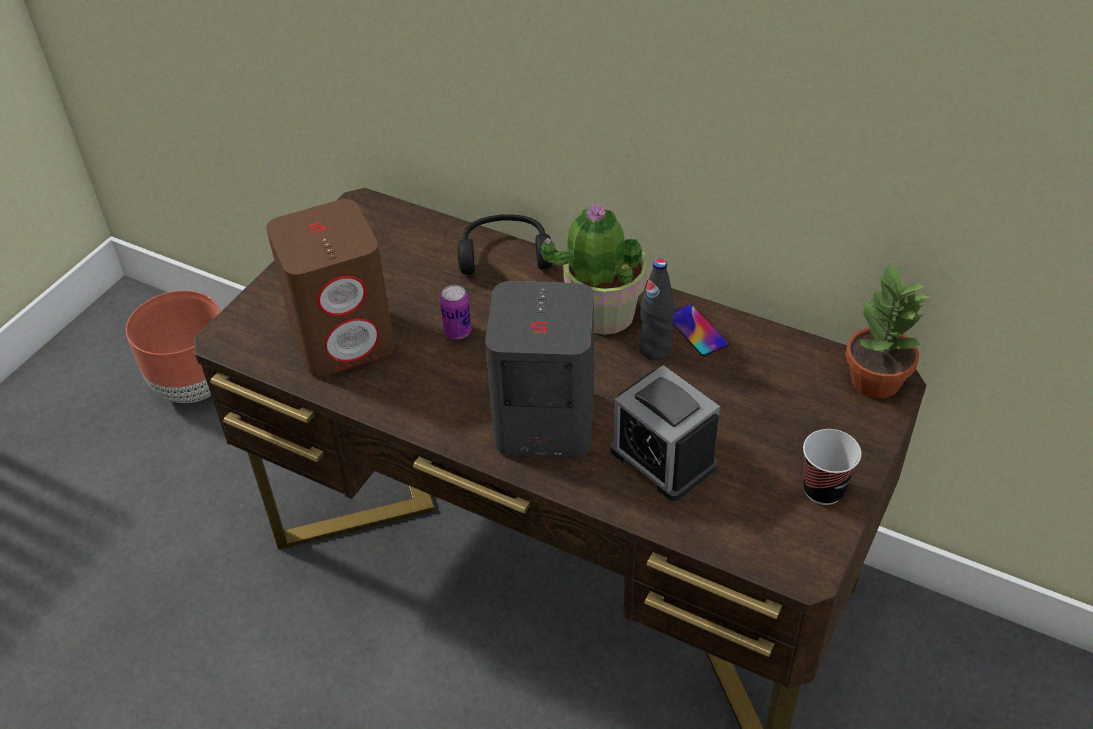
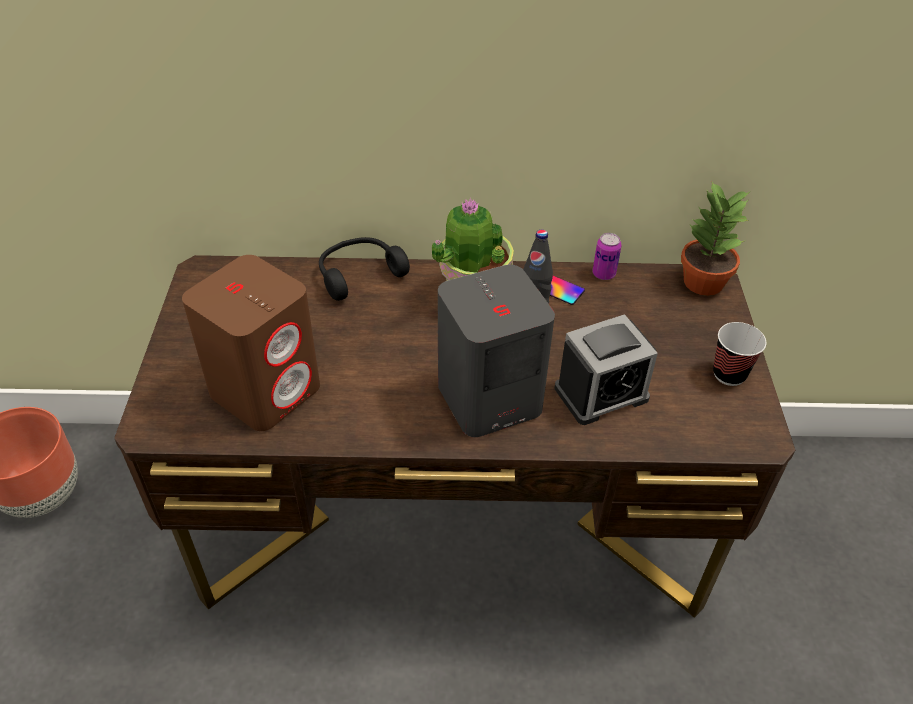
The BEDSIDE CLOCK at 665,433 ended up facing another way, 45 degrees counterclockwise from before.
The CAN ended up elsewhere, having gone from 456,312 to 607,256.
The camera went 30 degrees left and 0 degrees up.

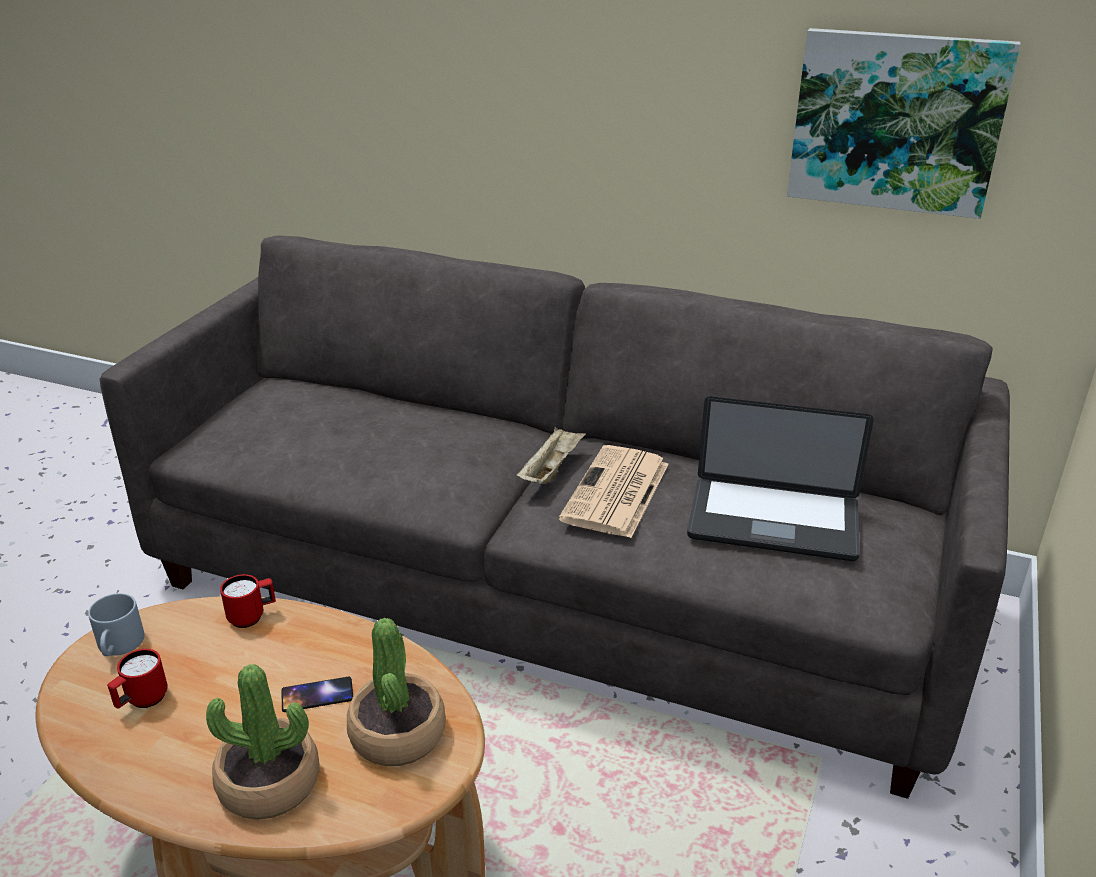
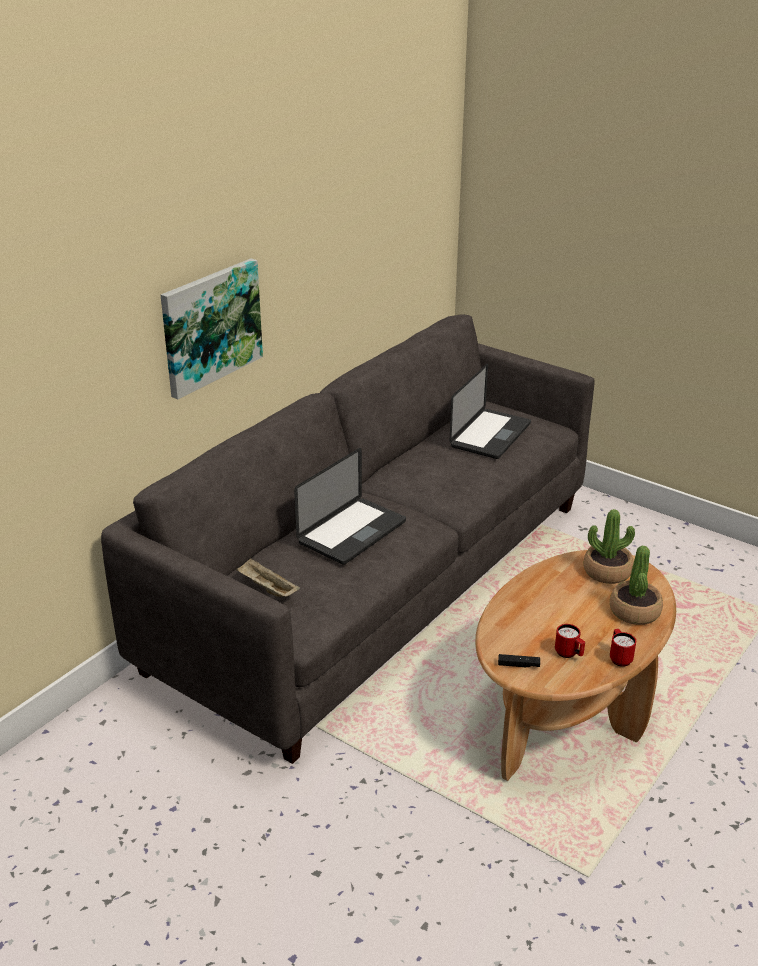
The WALL PICTURE ended up elsewhere, having gone from 903,123 to 212,328.
The BEIGE TRAY ended up elsewhere, having gone from 551,455 to 268,577.
The second view gained the LAPTOP at 350,506.
Where the GRAY TEA MUG stood at 116,624, the BLACK GAMEPAD came to stand at 519,660.
The RED TEA MUG ended up elsewhere, having gone from 248,601 to 623,648.
The second view lost the HANDSET at 317,694.
The second view lost the PRINTED PAPER at 613,491.
The camera went 75 degrees left and 0 degrees up.

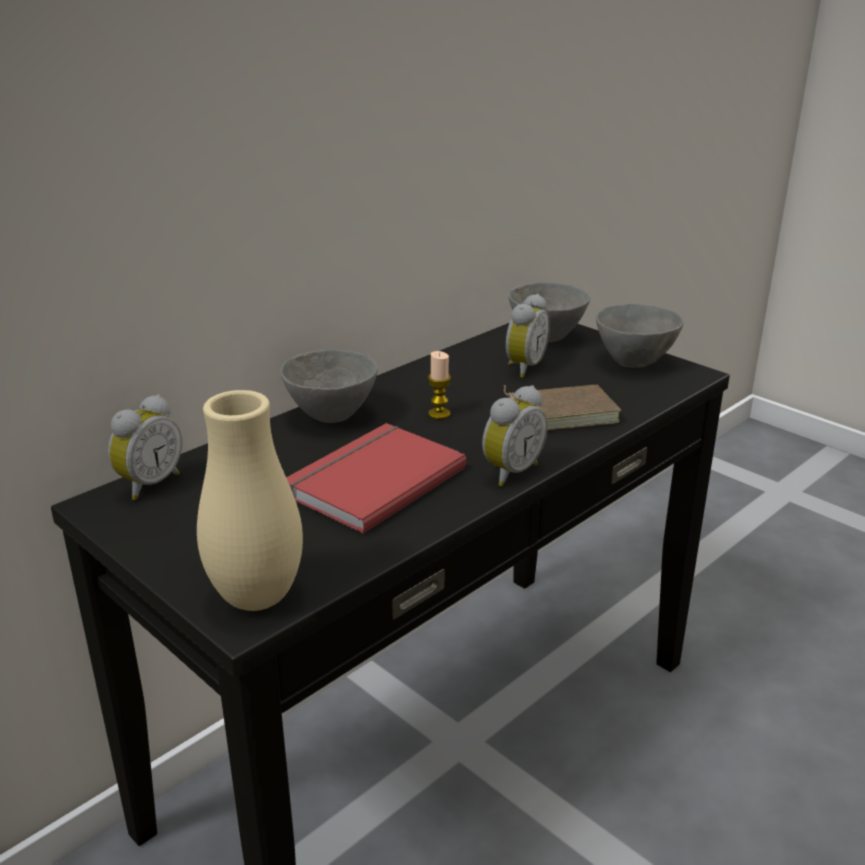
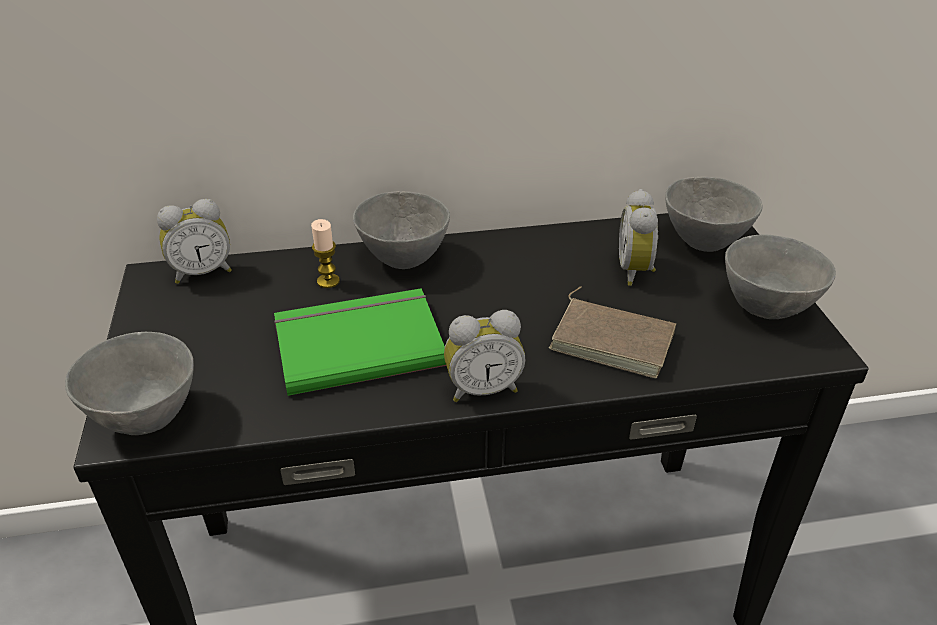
Where the BEIGE DECORATIVE VASE stood at 250,500, the GRAY BOWL came to stand at 129,383.
What was the RED BOOK at 376,478 turned into the GREEN BOOK at 360,342.
The WAX CANDLE ended up elsewhere, having gone from 439,385 to 325,253.
The BEDSIDE CLOCK at 528,336 ended up facing another way, 120 degrees clockwise from before.
The camera went 35 degrees right and 10 degrees up.

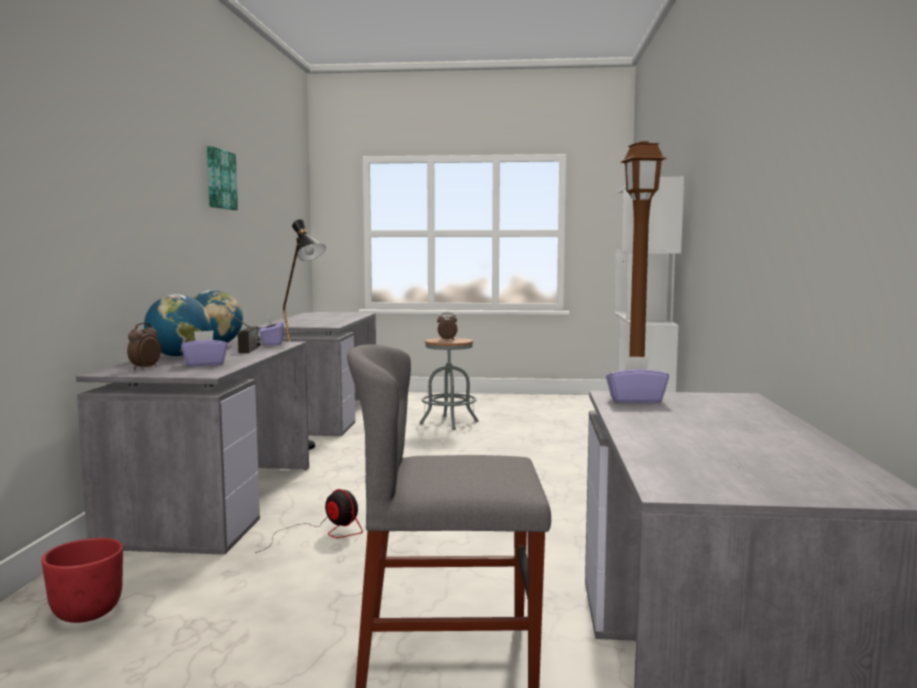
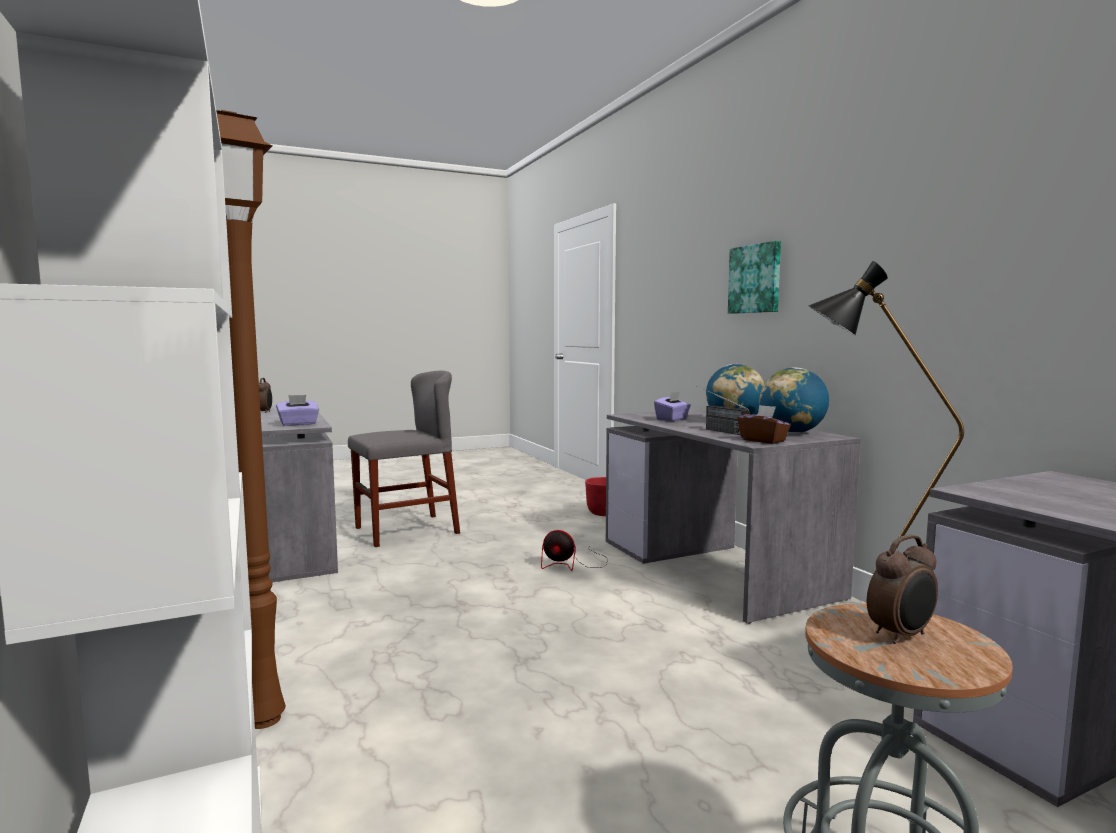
The BEDSIDE CLOCK ended up elsewhere, having gone from 144,346 to 265,395.
The WALL PICTURE ended up elsewhere, having gone from 222,178 to 754,277.
What was the PURPLE BOX OF TISSUES at 272,331 turned into the BROWN-COLOURED BOX OF TISSUES at 764,424.
The camera went 150 degrees right and 0 degrees up.

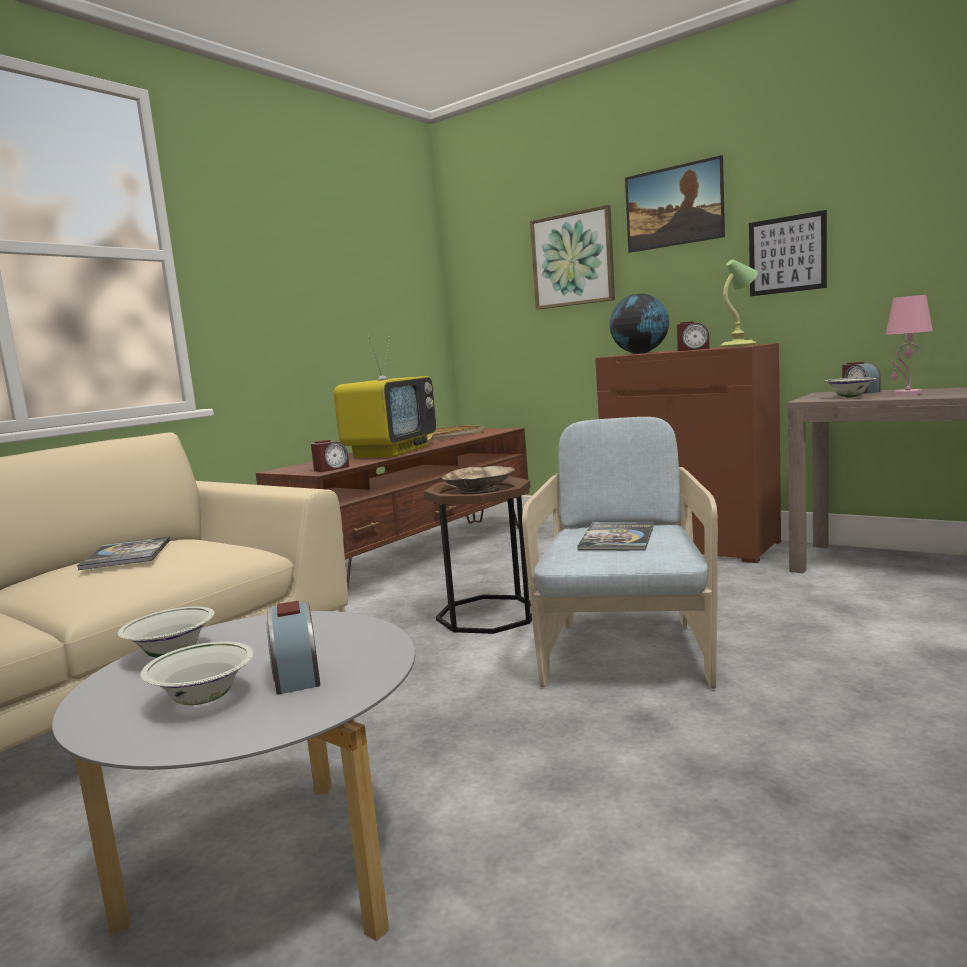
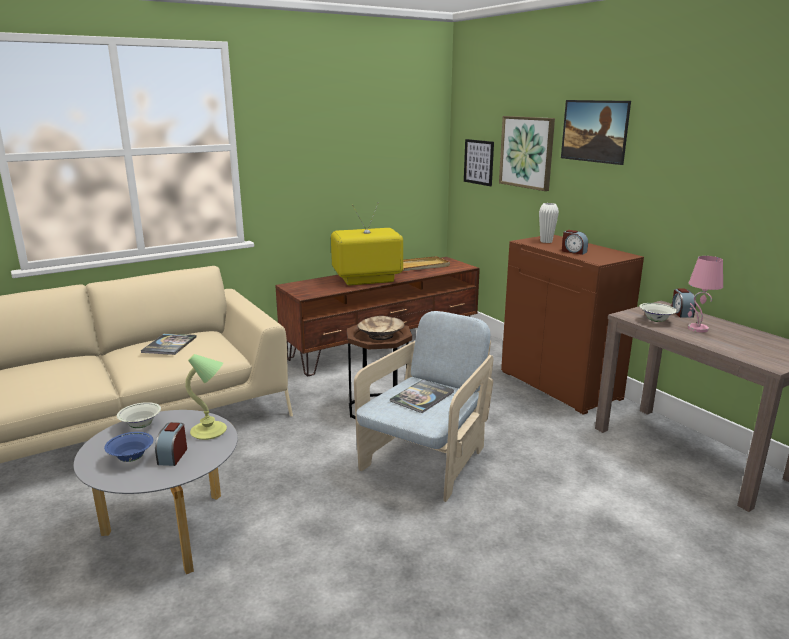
What was the WHITE BOWL at 196,673 turned into the BLUISH BOWL at 129,447.
The TABLETOP LAMP ended up elsewhere, having gone from 739,303 to 206,397.
The TV at 385,397 ended up facing another way, 150 degrees counterclockwise from before.
The WALL PICTURE ended up elsewhere, having gone from 788,253 to 479,162.
Where the GLOBE stood at 639,323, the WHITE DECORATIVE VASE came to stand at 549,223.
The second view lost the BEDSIDE CLOCK at 330,456.
The camera went 20 degrees right and 10 degrees up.

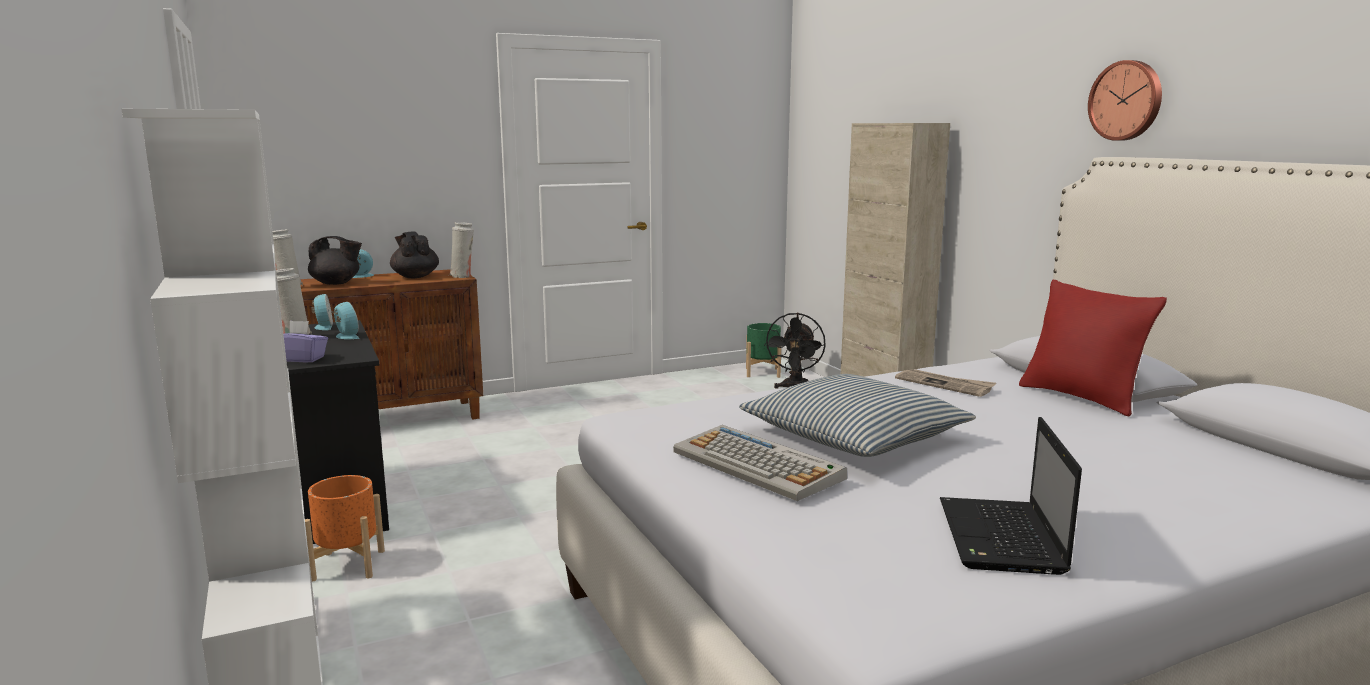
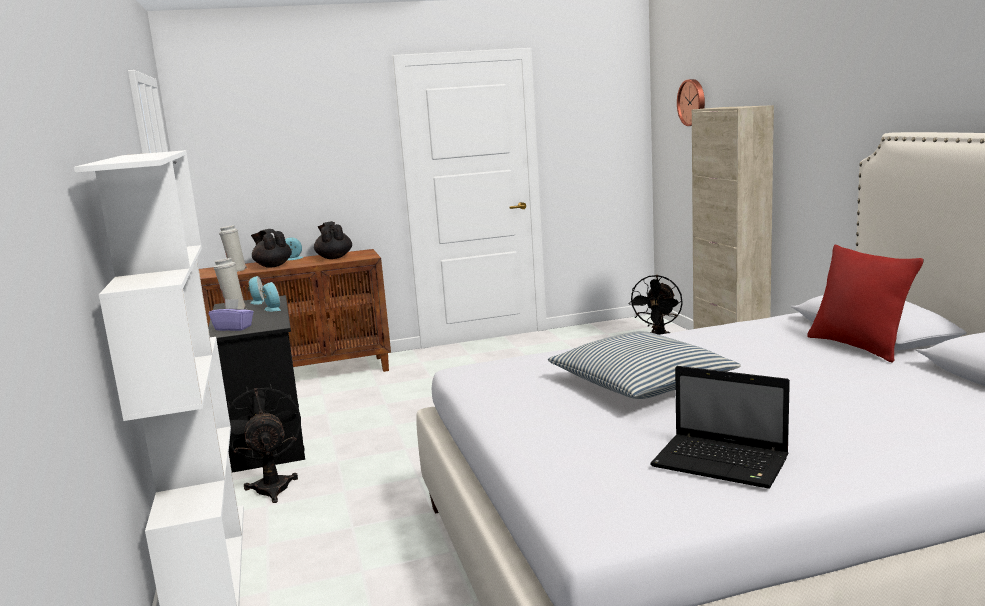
Where the ORANGEY PLANT POT stood at 345,528, the BLACK ELECTRIC FAN came to stand at 264,443.
The BLACK TEAPOT at 335,260 ended up facing another way, 150 degrees counterclockwise from before.
The LAPTOP at 1011,496 ended up facing another way, 75 degrees counterclockwise from before.
The CLOCK ON THE WALL ended up elsewhere, having gone from 1125,100 to 691,102.
The second view lost the WHITE DECORATIVE VASE at 461,250.
The second view lost the KEYBOARD at 760,463.
The second view lost the GREEN PLANT POT at 763,350.
The second view lost the PRINTED PAPER at 945,383.
The camera went 10 degrees right and 0 degrees up.

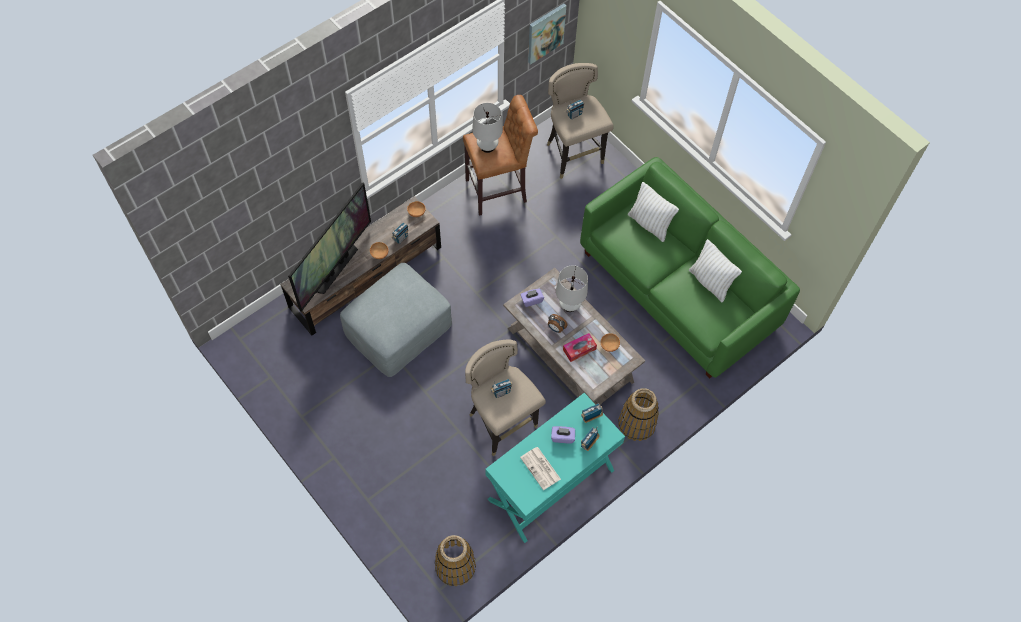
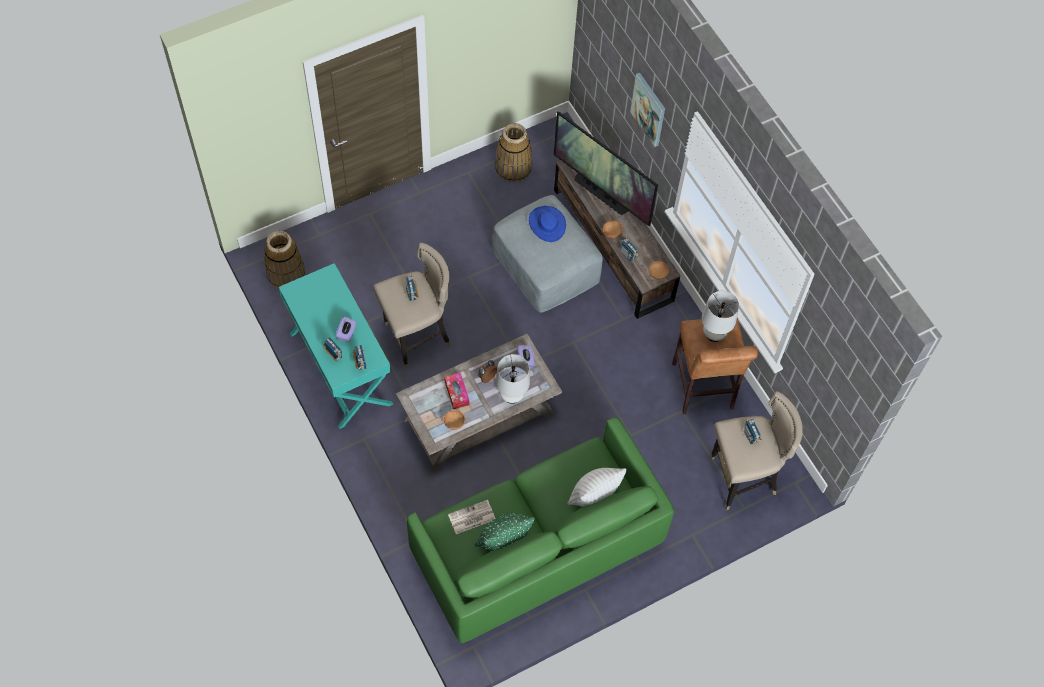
The PRINTED PAPER ended up elsewhere, having gone from 540,468 to 471,517.
What was the WHITE THROW PILLOW at 715,270 turned into the GREEN THROW PILLOW at 505,532.
The STORAGE BASKET ended up elsewhere, having gone from 638,414 to 513,152.
The second view gained the BLUISH CLOTHING HAT at 547,224.
The WALL PICTURE ended up elsewhere, having gone from 547,34 to 647,110.
The camera went 100 degrees right and 0 degrees up.

